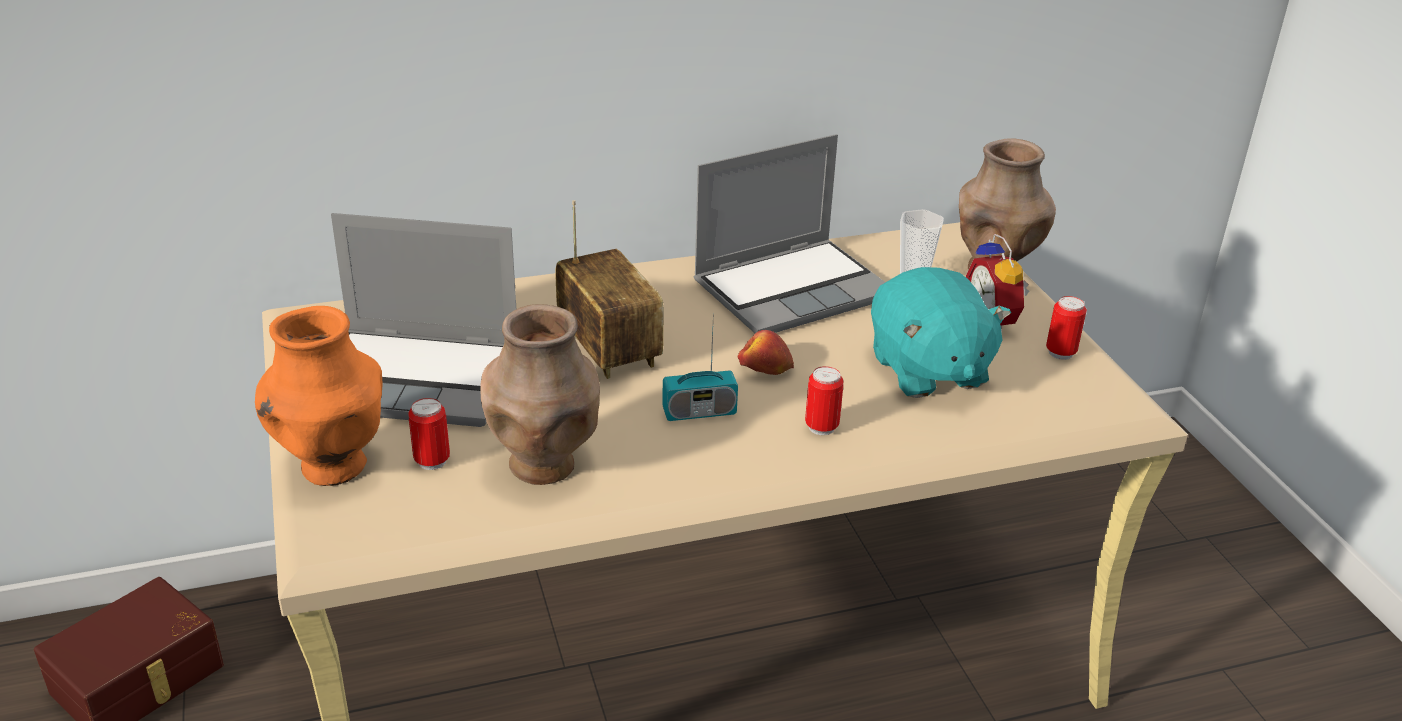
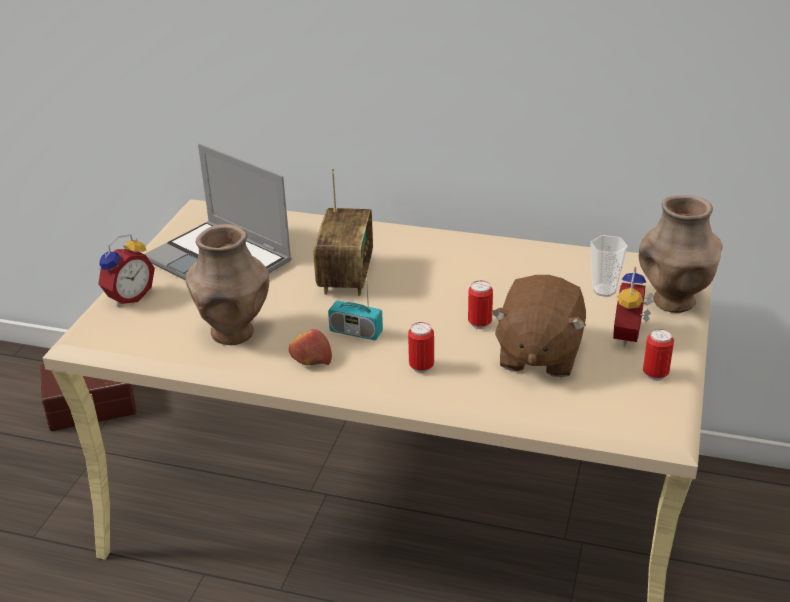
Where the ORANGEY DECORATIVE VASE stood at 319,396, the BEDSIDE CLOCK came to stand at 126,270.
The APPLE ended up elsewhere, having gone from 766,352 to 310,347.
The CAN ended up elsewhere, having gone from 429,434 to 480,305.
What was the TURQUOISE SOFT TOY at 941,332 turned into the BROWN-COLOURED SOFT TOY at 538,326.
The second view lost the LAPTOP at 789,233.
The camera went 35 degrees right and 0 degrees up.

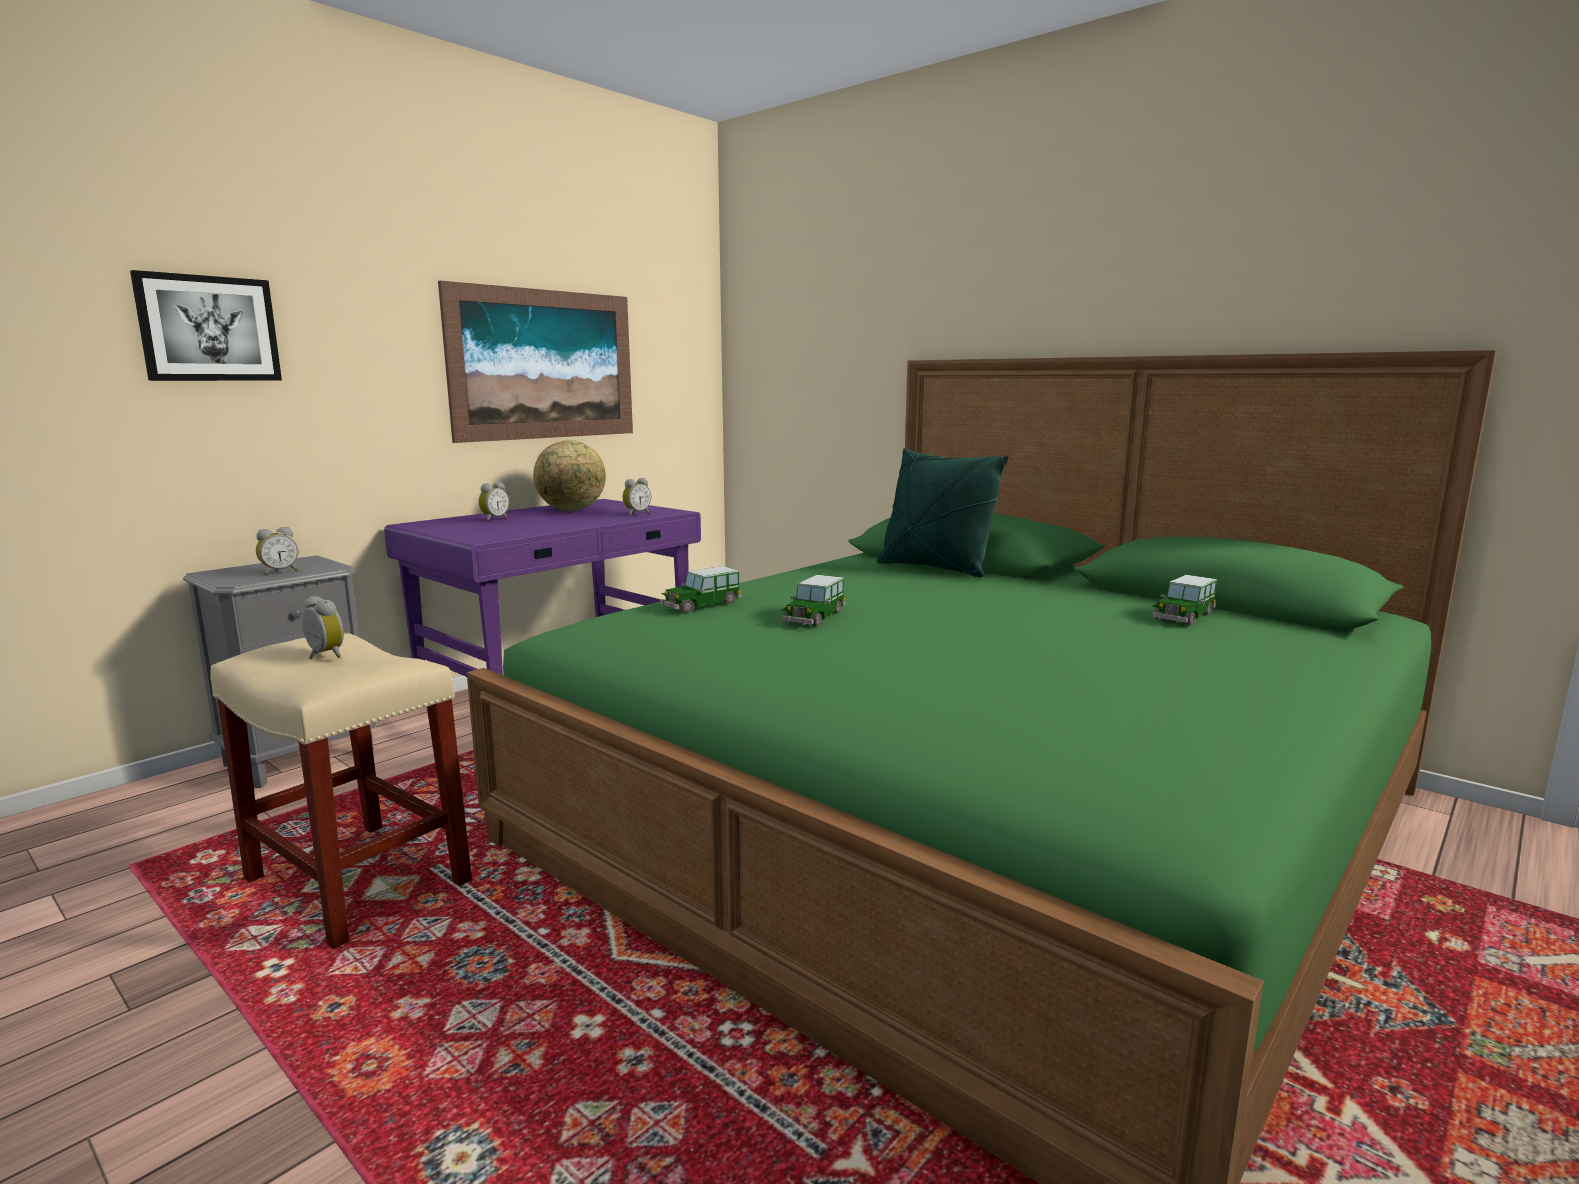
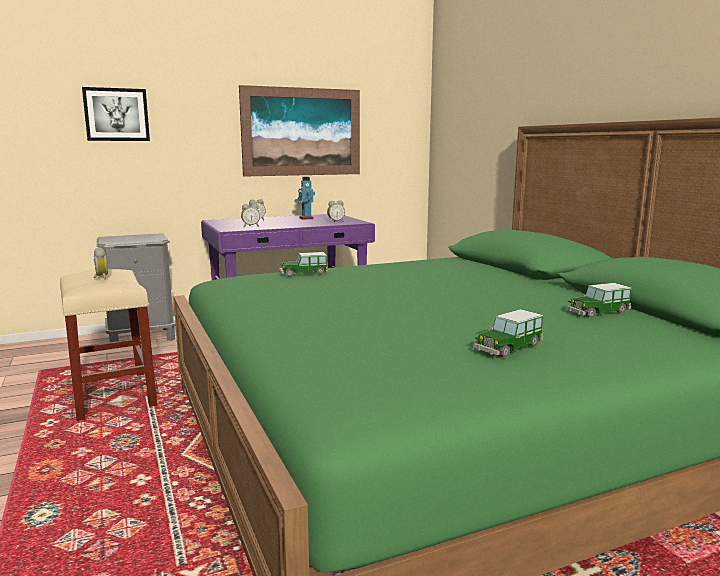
The BEDSIDE CLOCK ended up elsewhere, having gone from 277,551 to 250,215.
Where the GLOBE stood at 569,475, the MODEL ROBOT came to stand at 304,197.
The MINIATURE CAR ended up elsewhere, having gone from 813,600 to 508,333.
The second view lost the GREEN THROW PILLOW at 943,512.
The camera went 25 degrees right and 0 degrees up.

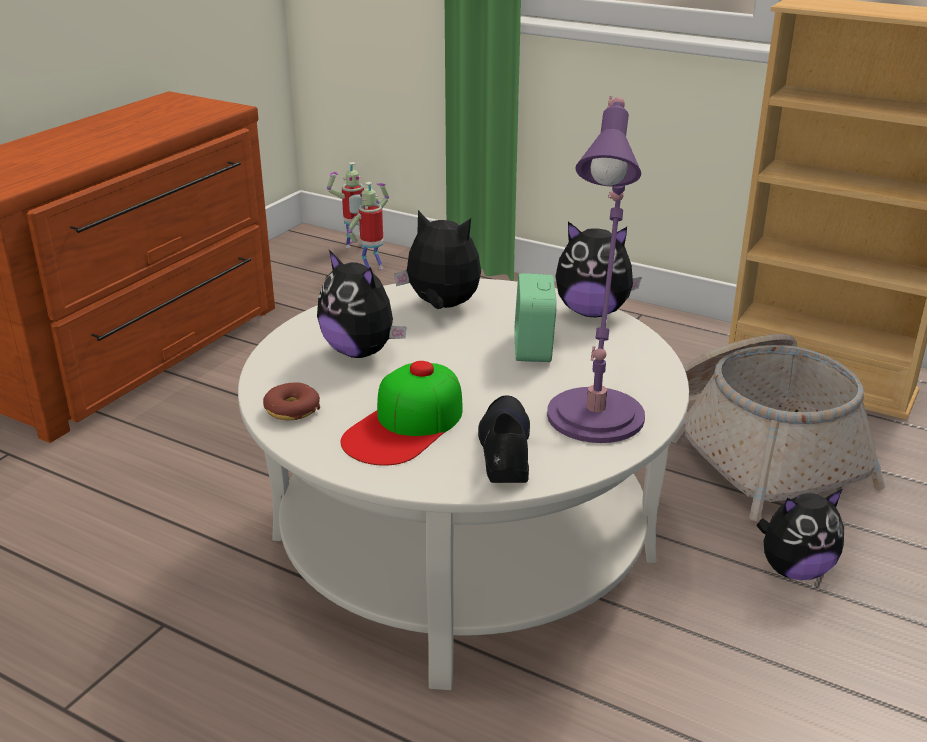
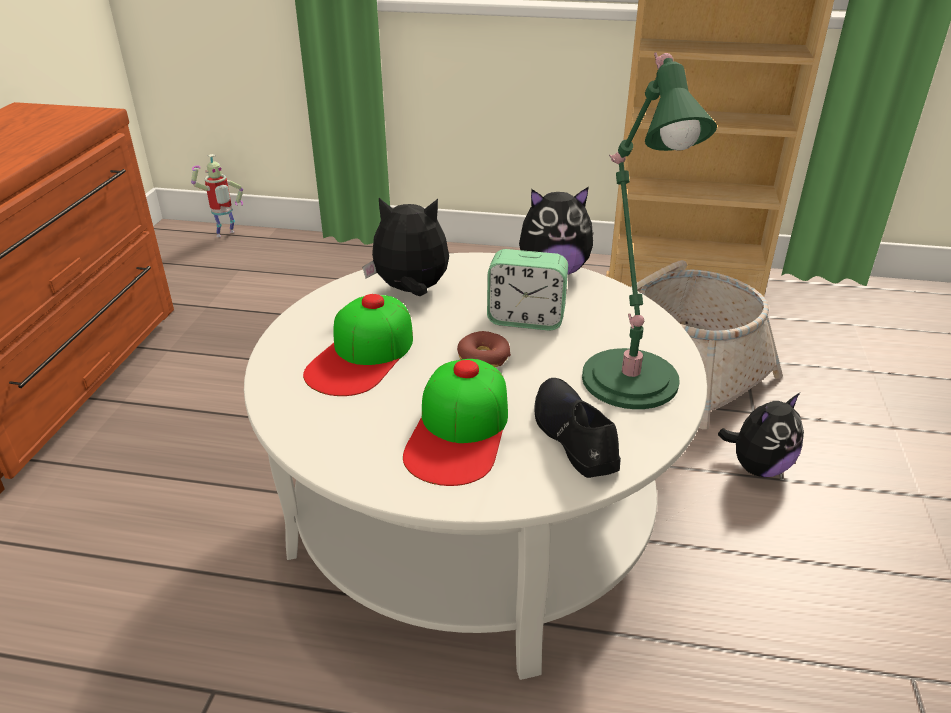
Where the SOFT TOY stood at 361,304, the BASEBALL CAP came to stand at 358,345.
The RING DOUGHNUT ended up elsewhere, having gone from 291,401 to 484,349.
The BEDSIDE CLOCK at 535,317 ended up facing another way, 60 degrees counterclockwise from before.
What was the PURPLE TABLETOP LAMP at 596,269 turned into the GREEN TABLETOP LAMP at 649,230.
The second view lost the MODEL ROBOT at 368,226.
The camera went 20 degrees left and 5 degrees up.

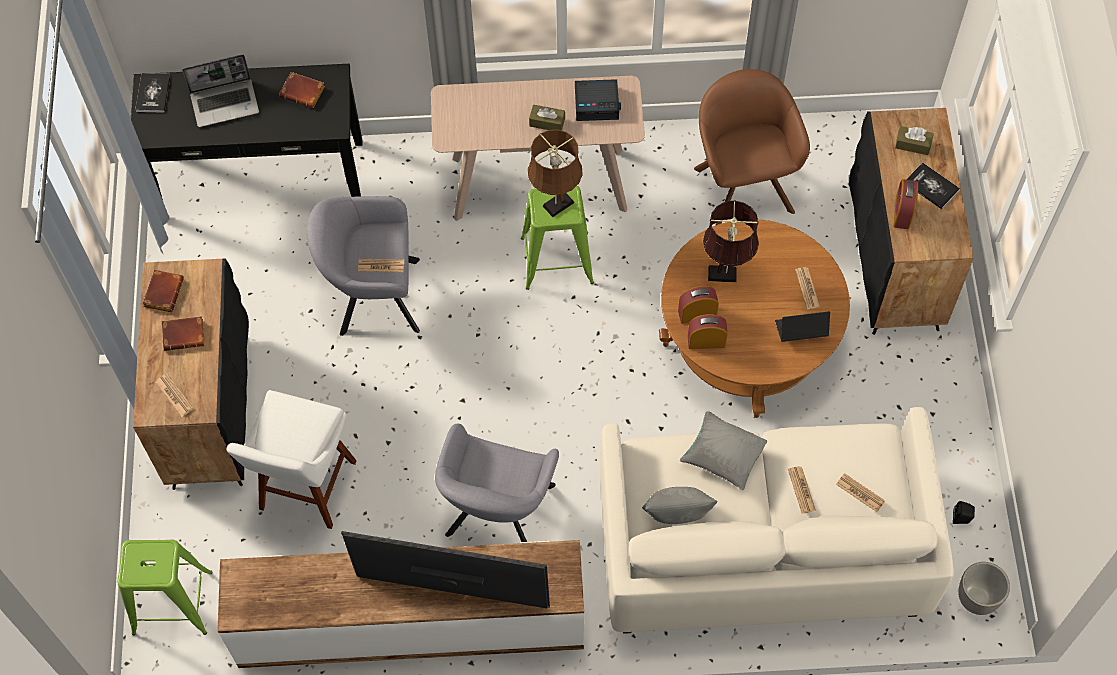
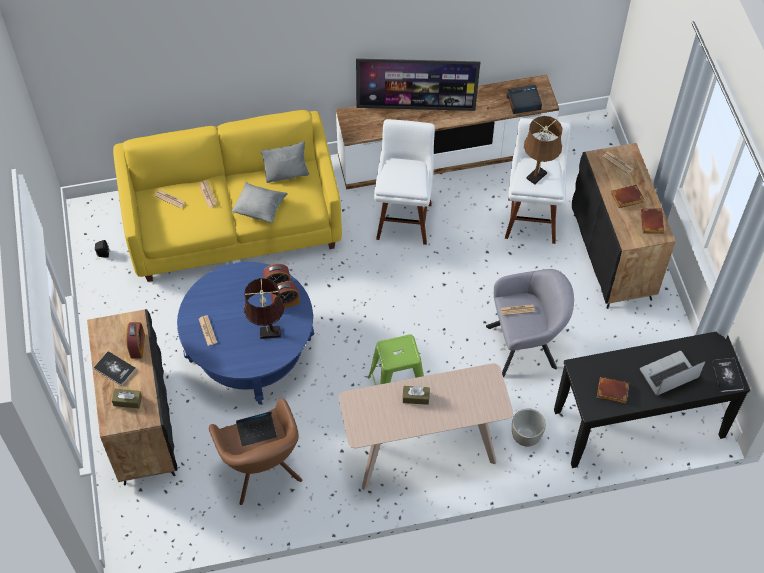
What was the WHITE SOFA at 777,520 turned into the YELLOW SOFA at 227,196.
What was the BROWN-COLOURED COFFEE TABLE at 754,318 turned into the BLUISH COFFEE TABLE at 245,333.
The LAPTOP ended up elsewhere, having gone from 802,326 to 256,428.
Where the GRAY EASY CHAIR stood at 497,483, the WHITE SITTING STOOL came to stand at 404,182.
The BEDSIDE CLOCK ended up elsewhere, having gone from 598,100 to 524,99.
The PLANT POT ended up elsewhere, having gone from 984,588 to 529,427.
The BROWN-COLOURED TABLETOP LAMP ended up elsewhere, having gone from 555,173 to 543,150.
The second view lost the GREEN SITTING STOOL at 165,587.
The camera went 170 degrees right and 5 degrees down.

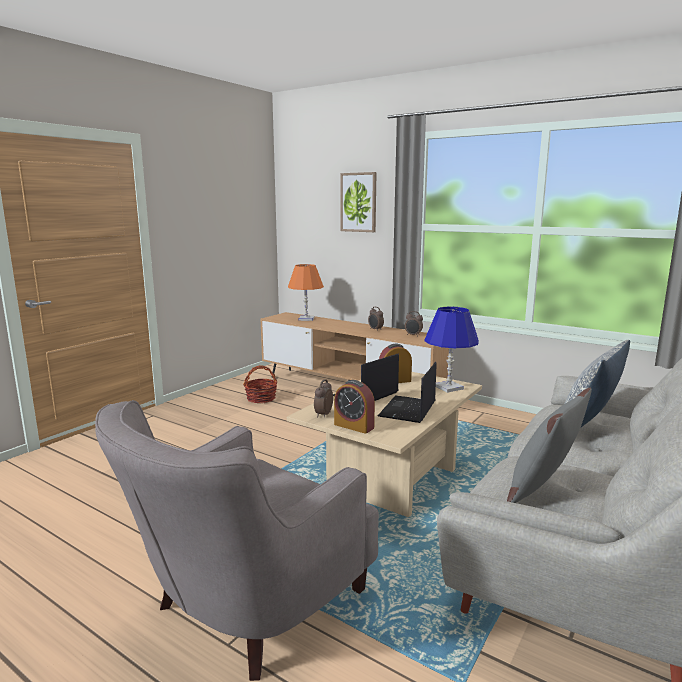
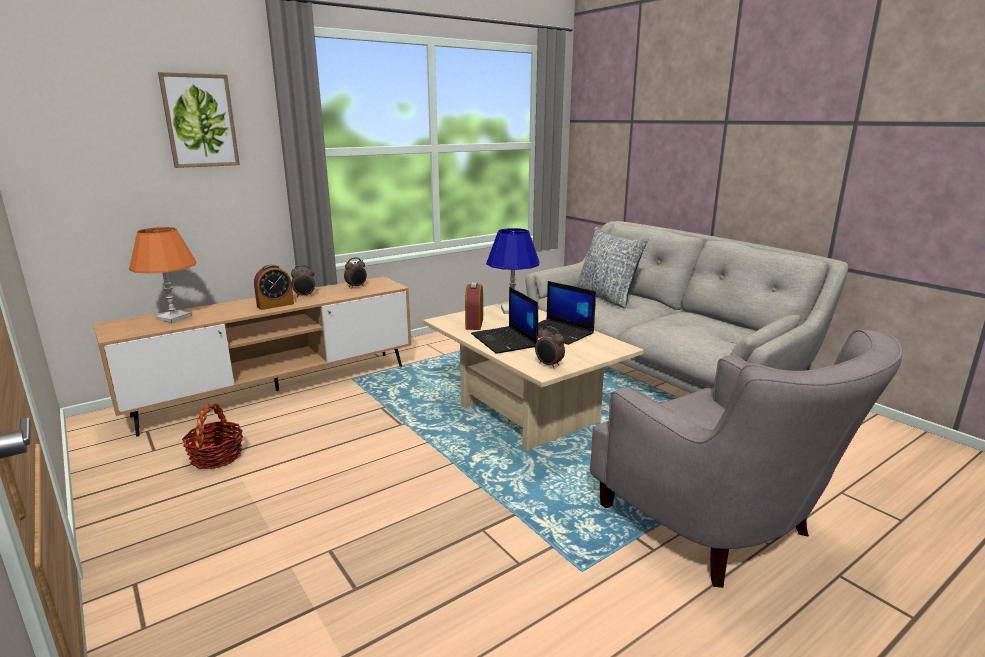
The BEDSIDE CLOCK ended up elsewhere, having gone from 354,407 to 274,287.
The second view lost the GRAY THROW PILLOW at 549,445.
The camera went 70 degrees left and 5 degrees up.

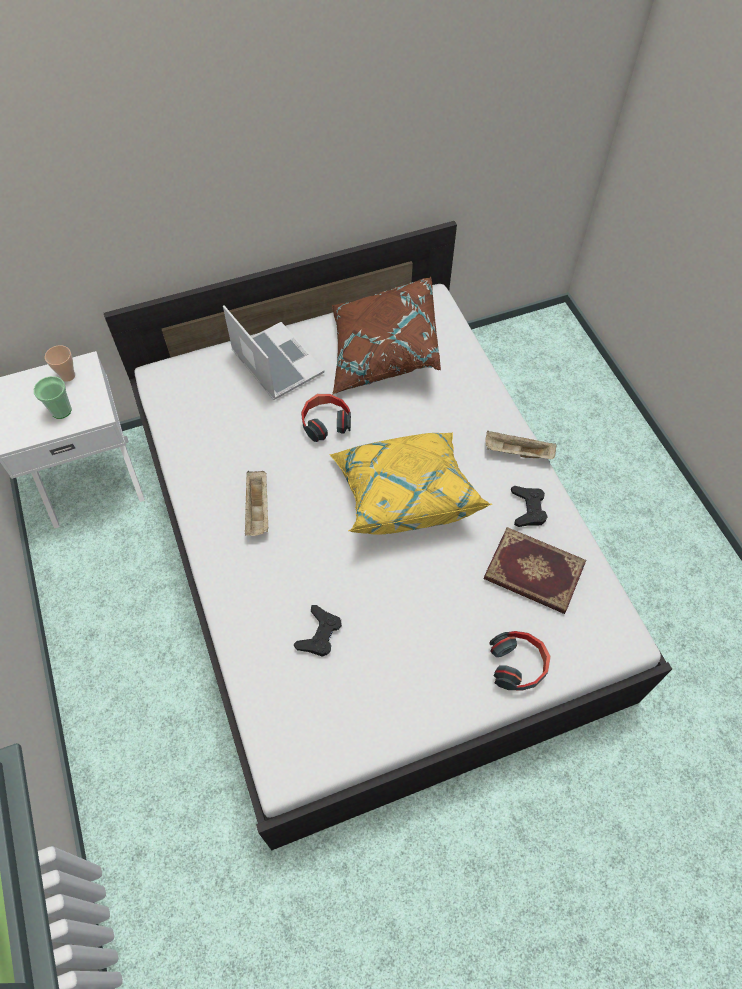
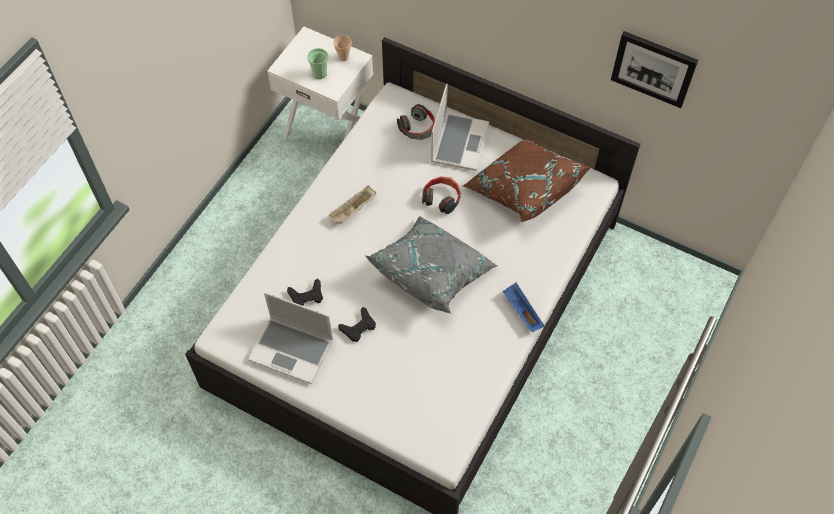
The second view gained the LAPTOP at 290,338.
The BLACK GAMEPAD ended up elsewhere, having gone from 529,506 to 357,324.
What was the YELLOW THROW PILLOW at 410,483 turned into the GRAY THROW PILLOW at 431,265.
The HEADPHONES ended up elsewhere, having gone from 520,661 to 416,122.
What was the BEIGE TRAY at 521,445 turned into the BLUISH TRAY at 523,307.
The second view gained the WALL PICTURE at 654,69.
The second view lost the BOOK at 535,570.
The camera went 50 degrees right and 0 degrees up.

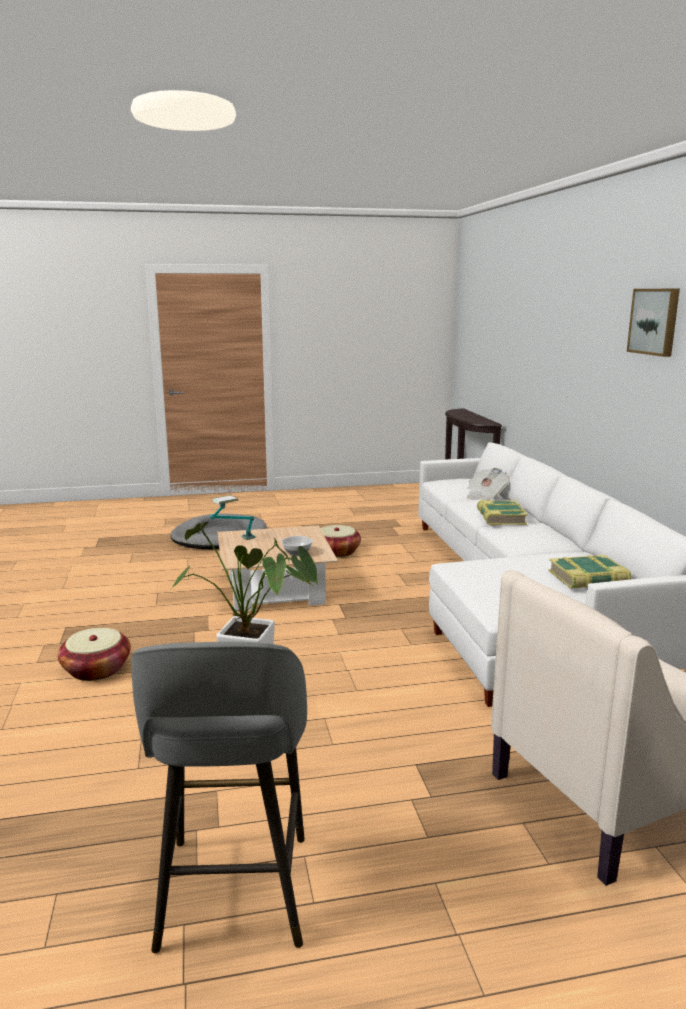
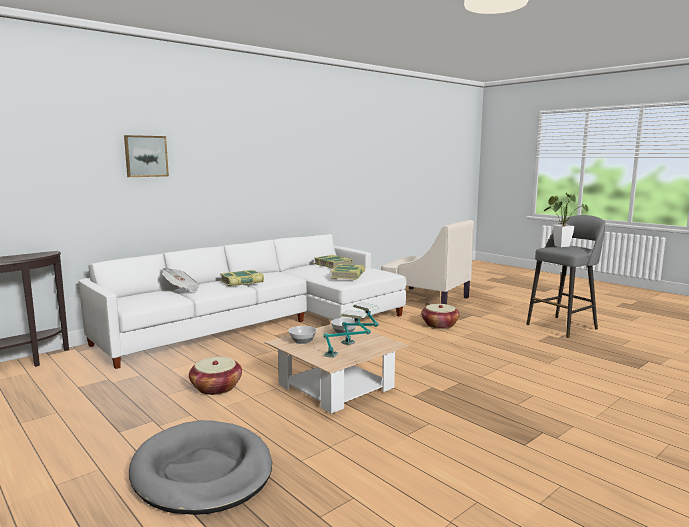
The WALL PICTURE ended up elsewhere, having gone from 653,323 to 146,156.
The second view gained the BOWL at 302,335.
The second view gained the BOOK at 348,272.
The second view gained the TABLETOP LAMP at 360,324.
The STORAGE BASKET ended up elsewhere, having gone from 94,654 to 440,316.
The camera went 120 degrees left and 5 degrees down.

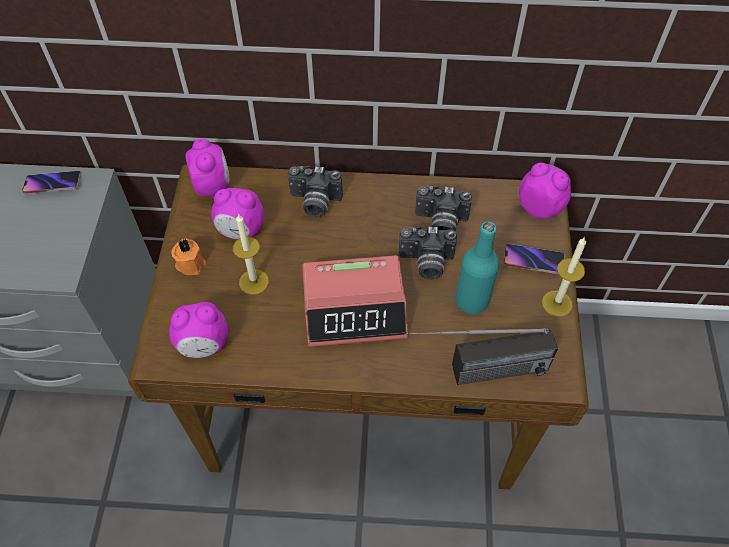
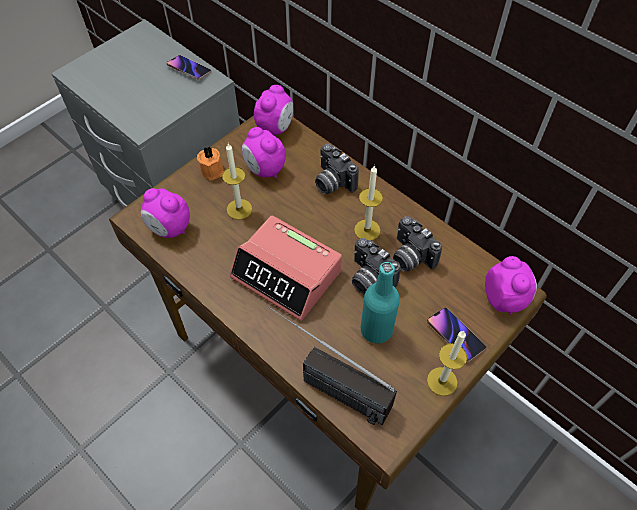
The second view gained the WAX CANDLE at 368,203.
The camera went 40 degrees right and 0 degrees up.

